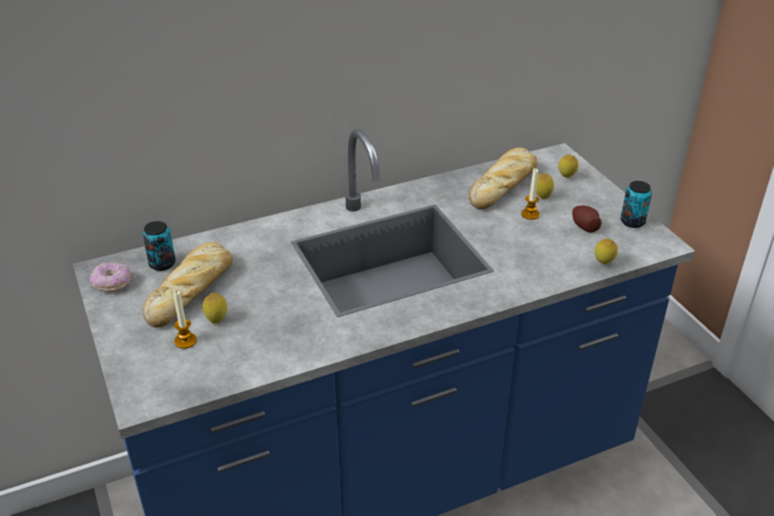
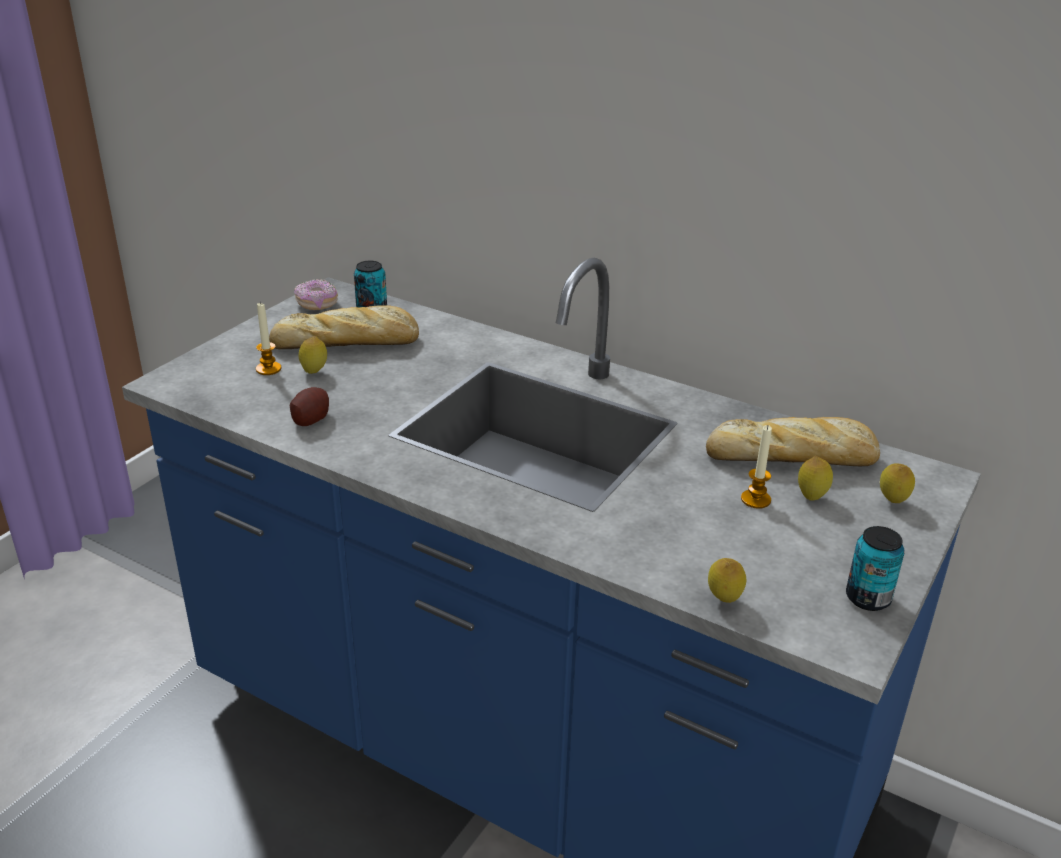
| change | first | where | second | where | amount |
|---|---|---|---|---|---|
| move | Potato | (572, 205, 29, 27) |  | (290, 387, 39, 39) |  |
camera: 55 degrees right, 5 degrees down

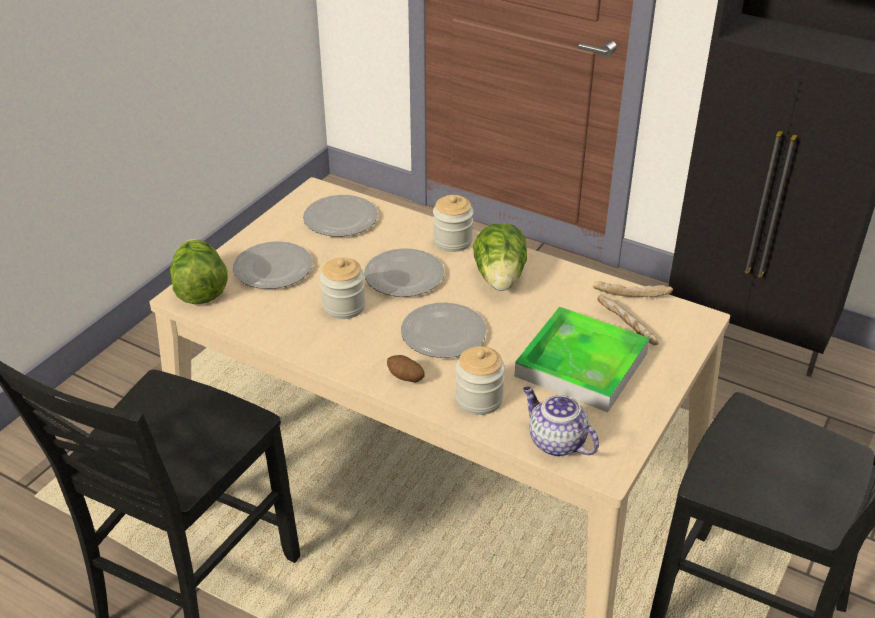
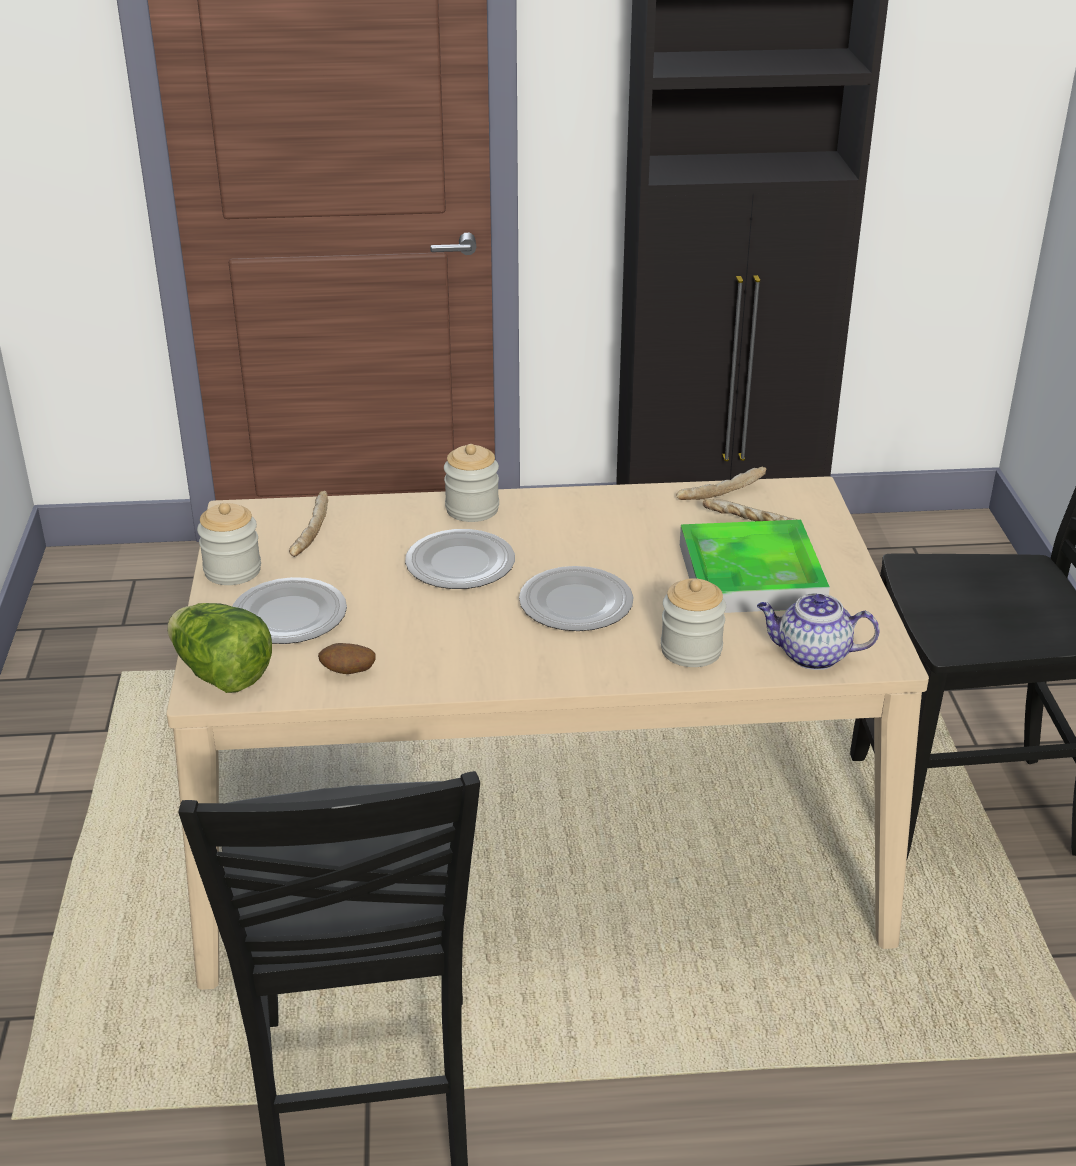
| change | first | where | second | where | amount |
|---|---|---|---|---|---|
| replace | DinnerPlate | (303, 195, 75, 42) | BakedBread | (289, 491, 40, 66) |  |
| move | StorageJar | (320, 257, 46, 62) |  | (197, 503, 64, 82) |  |
| move | Potato | (387, 355, 38, 28) |  | (318, 643, 58, 31) |  |
| delete | Lettuce | (473, 223, 54, 68) |  |  |  |
camera: 35 degrees left, 5 degrees down

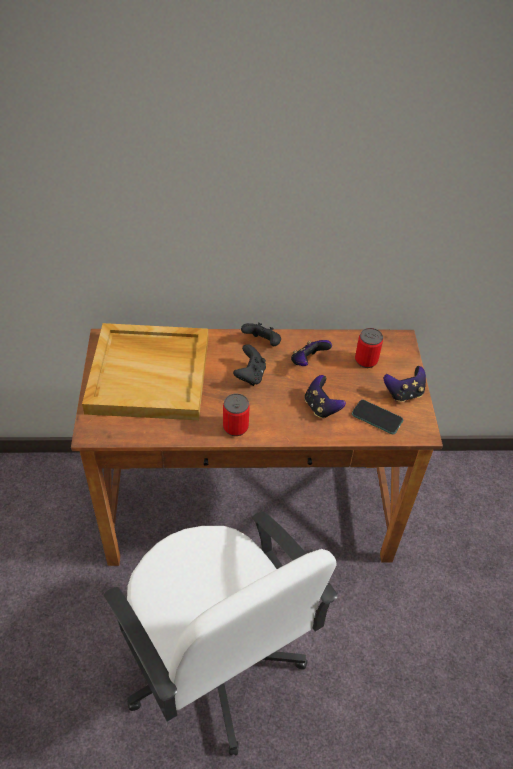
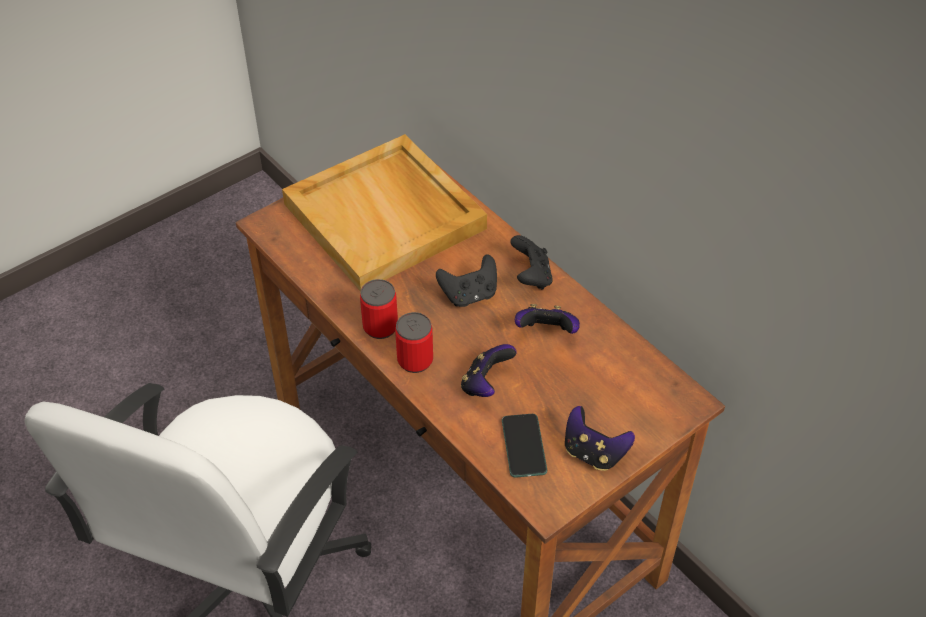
| change | first | where | second | where | amount |
|---|---|---|---|---|---|
| move | MetalCan | (355, 328, 28, 40) |  | (395, 312, 38, 61) |  |
camera: 55 degrees right, 0 degrees up

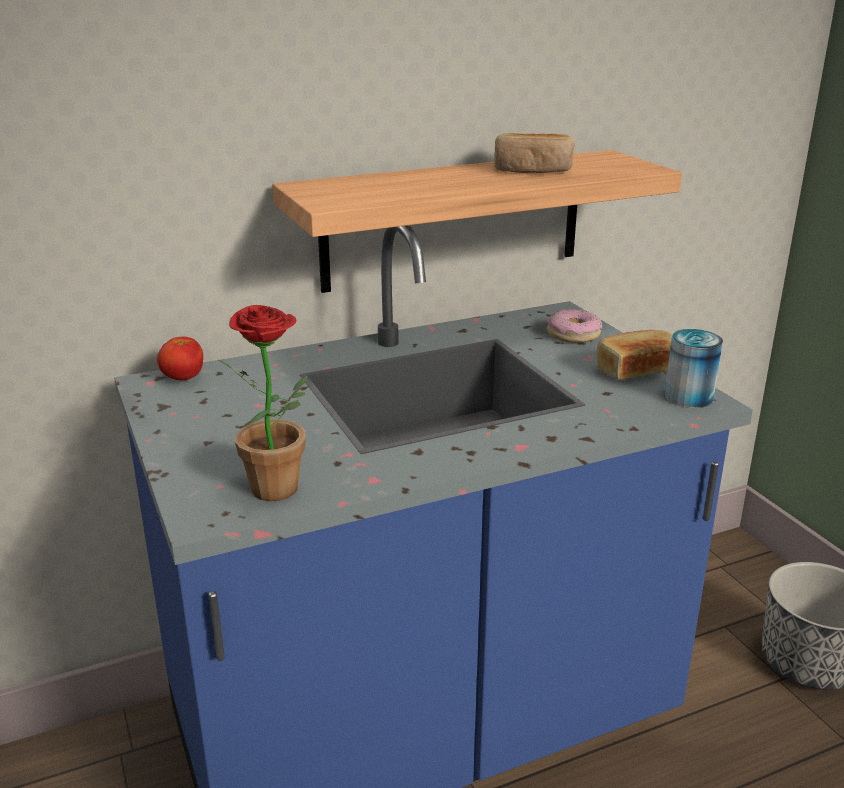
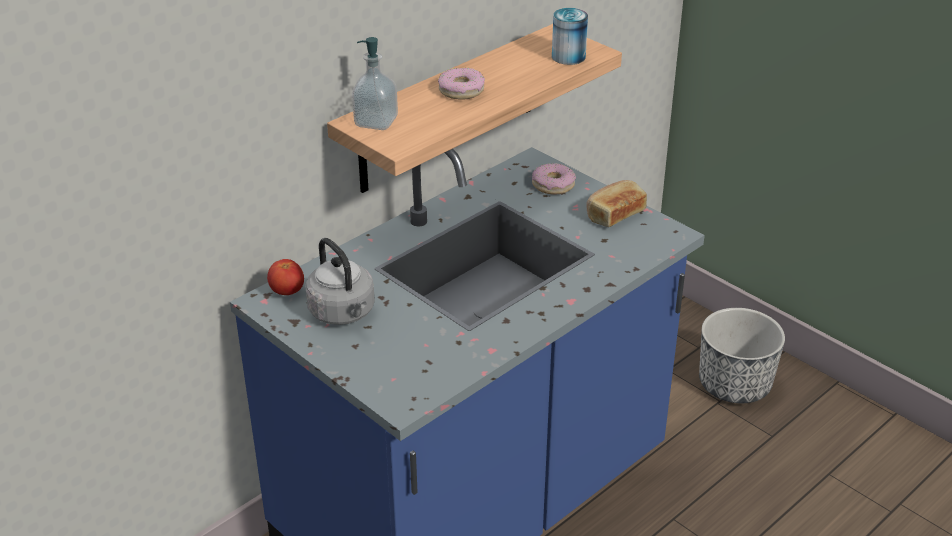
| change | first | where | second | where | amount |
|---|---|---|---|---|---|
| delete | PottedPlant | (217, 305, 91, 196) |  |  |  |
| delete | BakedBread | (494, 133, 81, 40) |  |  |  |
| move | MetalCan | (664, 329, 59, 79) |  | (552, 8, 36, 57) |  |
| insert |  |  | GreyWaterKettle | (305, 238, 70, 87) |  |
| insert |  |  | SoapBottle | (352, 37, 46, 93) |  |
| insert |  |  | RingDoughnut | (438, 68, 47, 32) |  |
camera: 20 degrees left, 10 degrees up

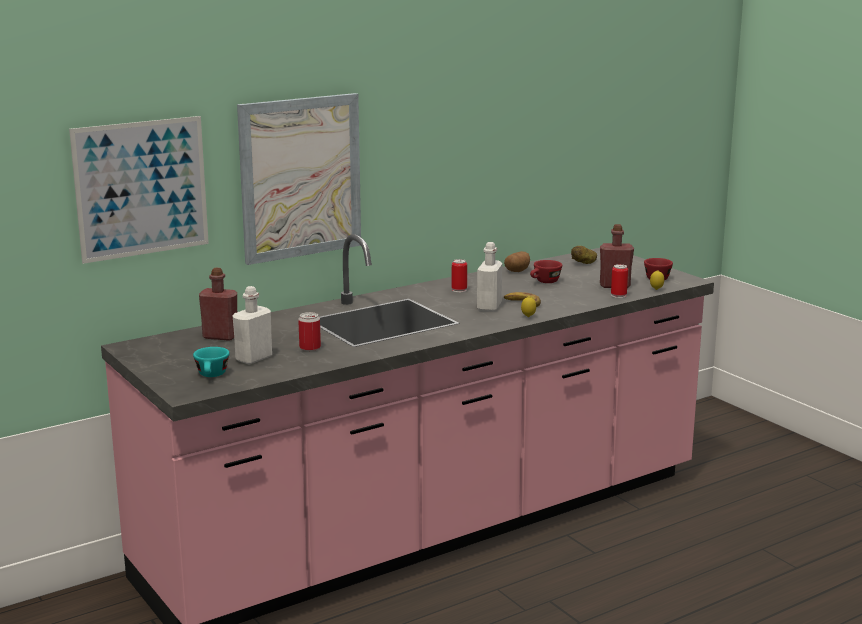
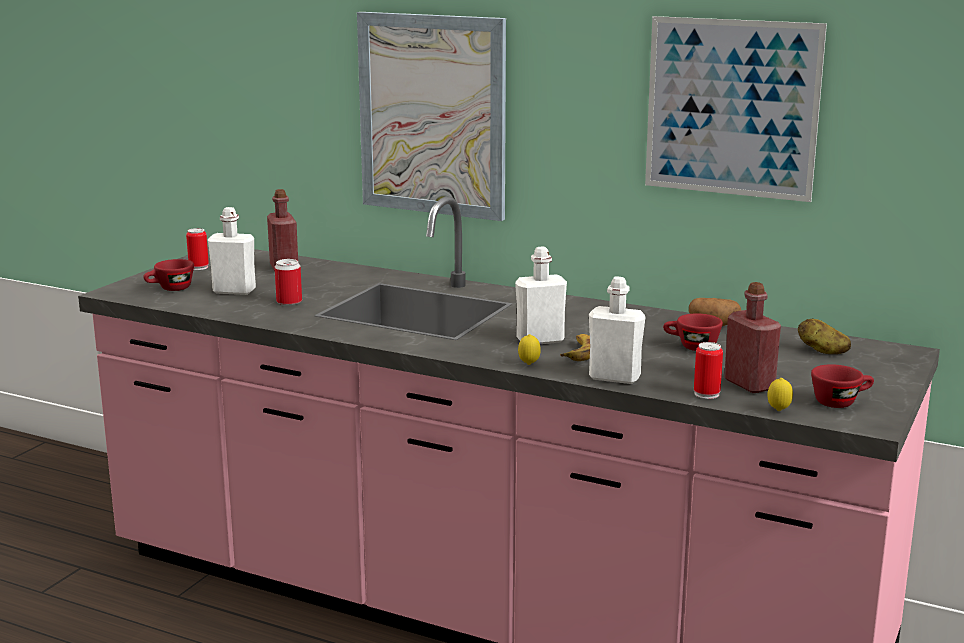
| change | first | where | second | where | amount |
|---|---|---|---|---|---|
| move | Picture | (69, 116, 140, 148) |  | (645, 16, 182, 186) |  |
| recolor | TurquoiseSmallCup | (193, 347, 36, 30) | RedSmallCup | (143, 259, 51, 32) |  |
| move | MetalCan | (452, 259, 15, 33) |  | (186, 228, 23, 42) |  |
| insert |  |  | WhiteColouredBeverageBottle | (589, 276, 57, 108) |  |
camera: 60 degrees right, 0 degrees up

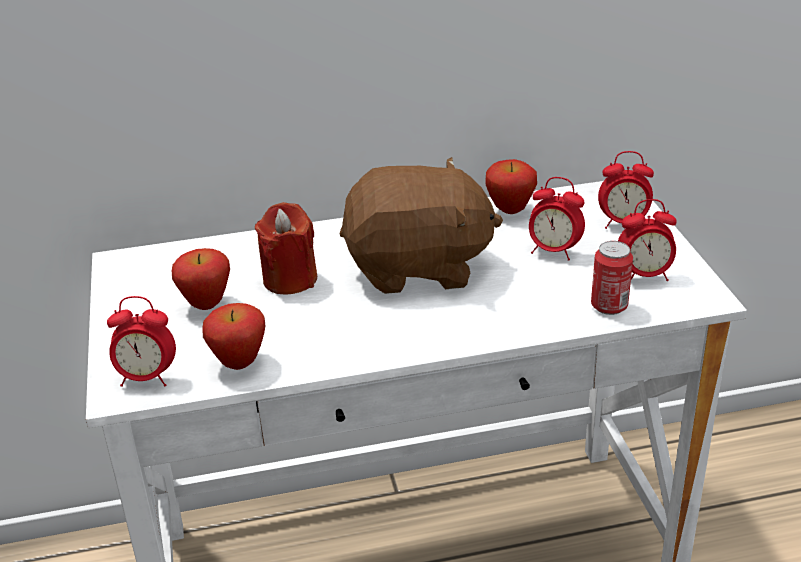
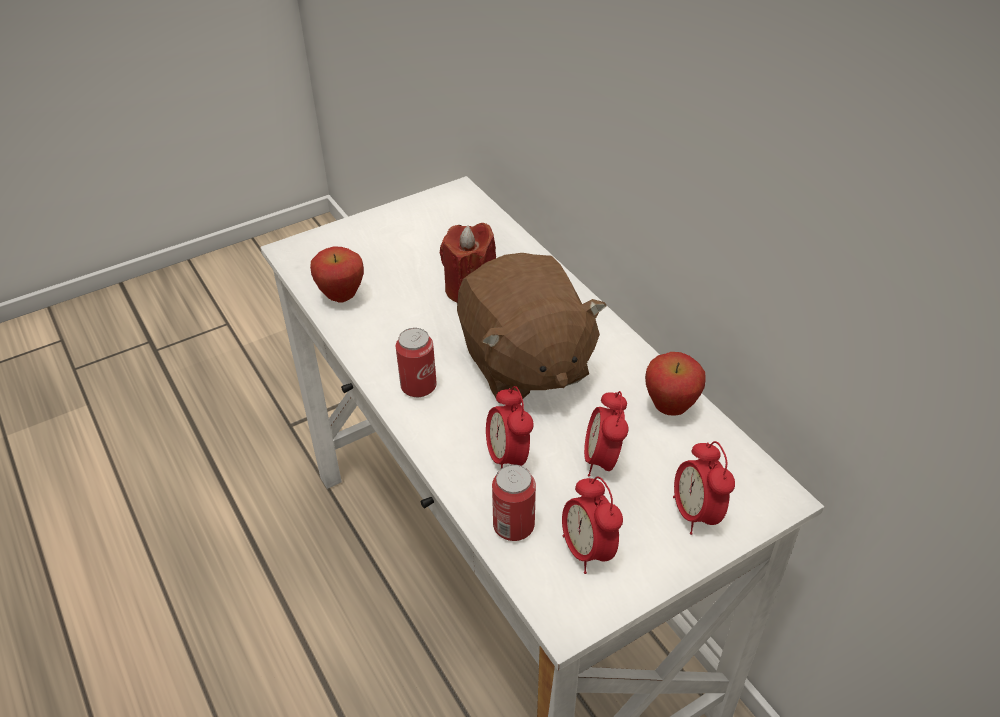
| change | first | where | second | where | amount |
|---|---|---|---|---|---|
| move | AlarmClock | (107, 296, 69, 91) |  | (486, 386, 48, 82) |  |
| delete | WholeApple | (172, 248, 58, 62) |  |  |  |
| insert |  |  | MetalCan | (396, 328, 41, 69) |  |
camera: 70 degrees right, 10 degrees up

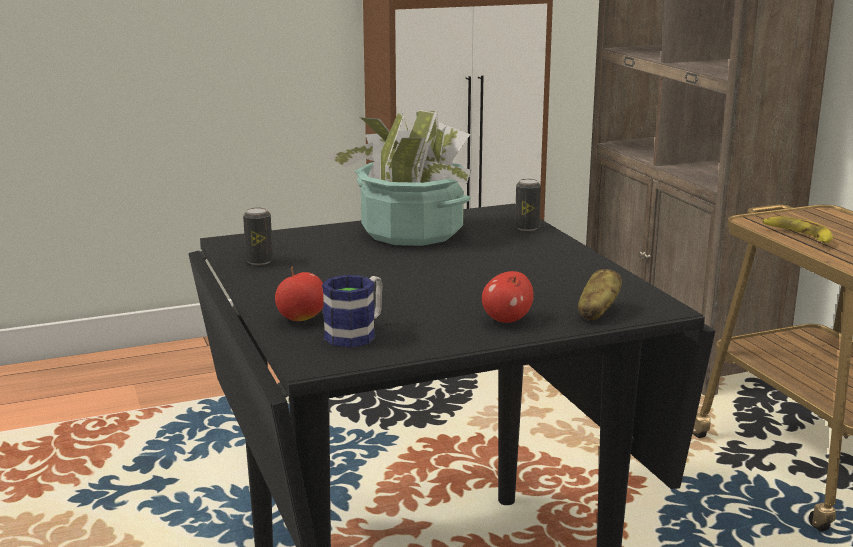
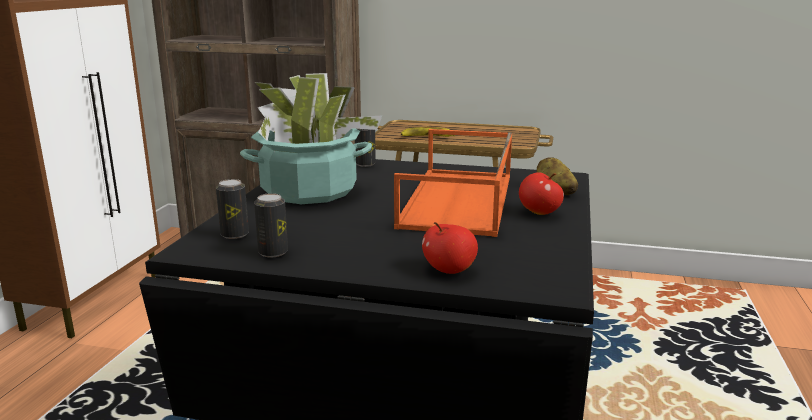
| change | first | where | second | where | amount |
|---|---|---|---|---|---|
| delete | Mug | (322, 275, 61, 73) |  |  |  |
| insert |  |  | MetalCan | (216, 179, 33, 60) |  |
| insert |  |  | OrangeyCarryingTray | (394, 129, 118, 108) |  |
camera: 55 degrees left, 0 degrees up

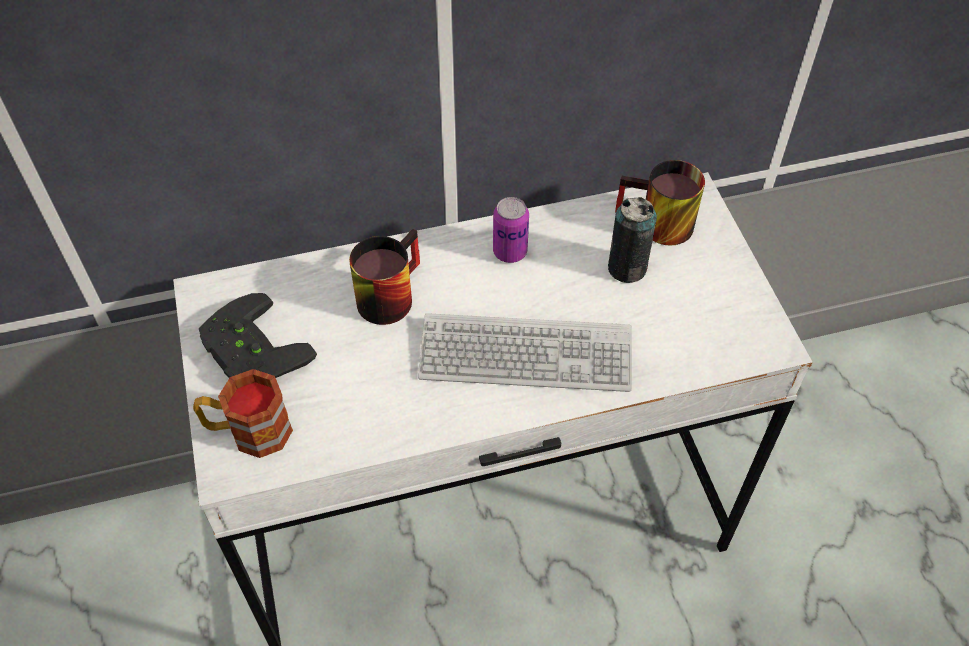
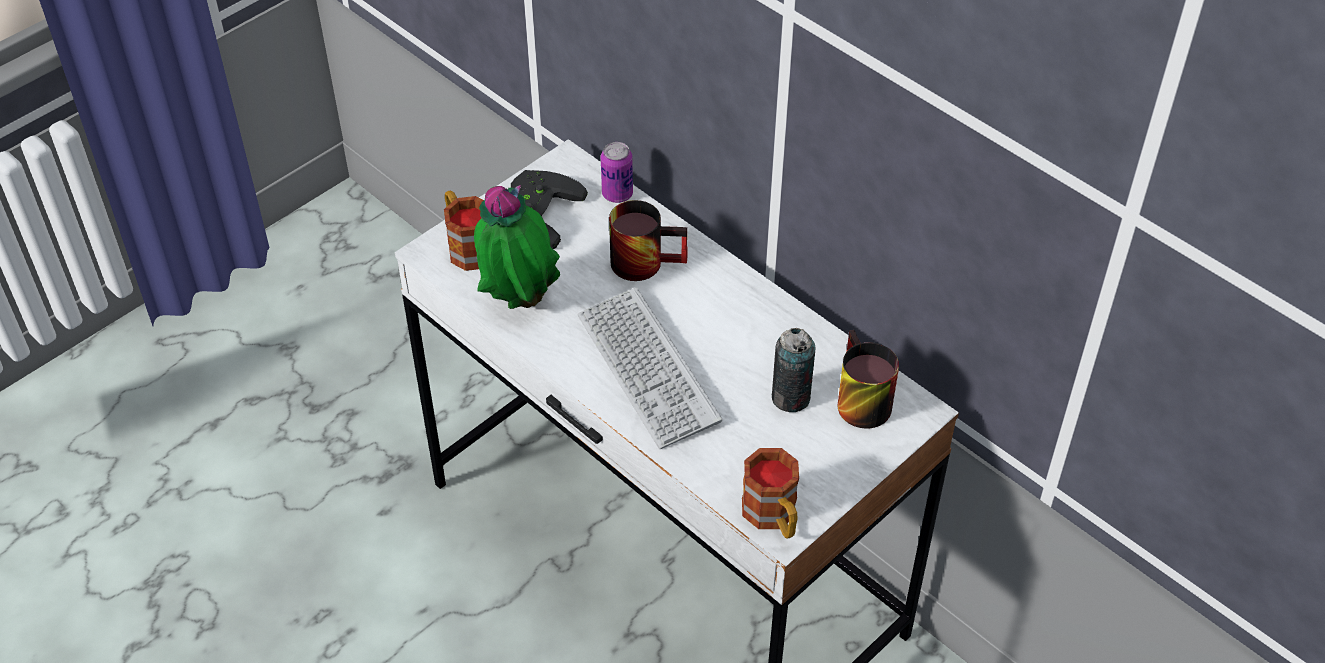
| change | first | where | second | where | amount |
|---|---|---|---|---|---|
| move | MetalCan | (493, 197, 36, 66) |  | (601, 142, 32, 61) |  |
| insert |  |  | PottedPlant | (474, 185, 86, 124) |  |
| insert |  |  | Mug | (742, 448, 57, 91) |  |
camera: 60 degrees right, 5 degrees down

